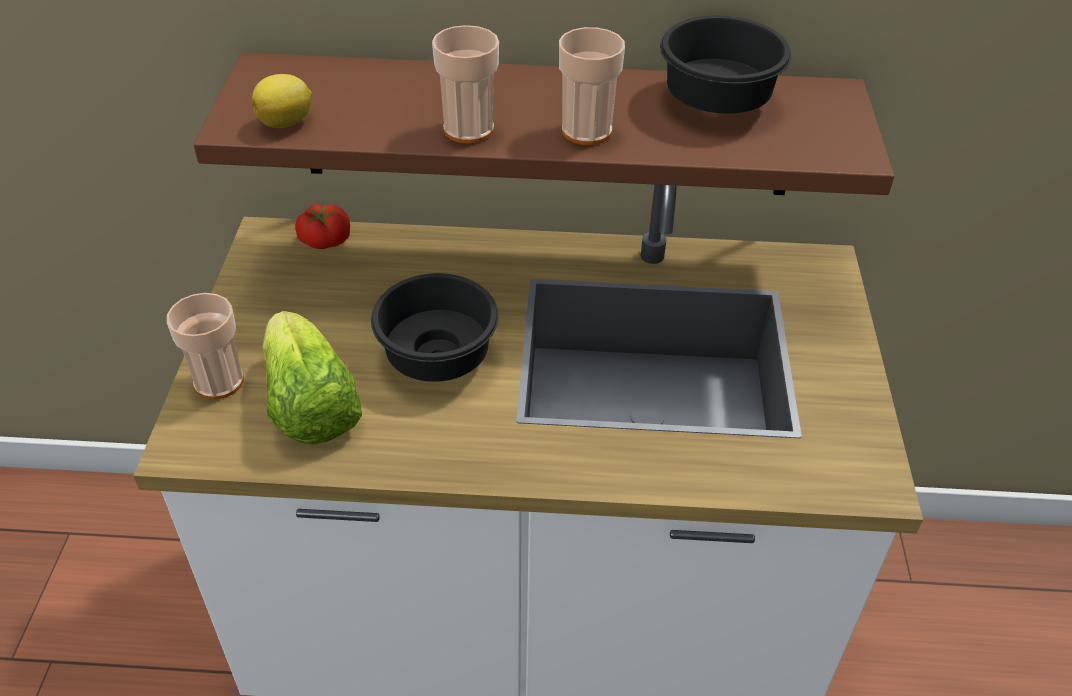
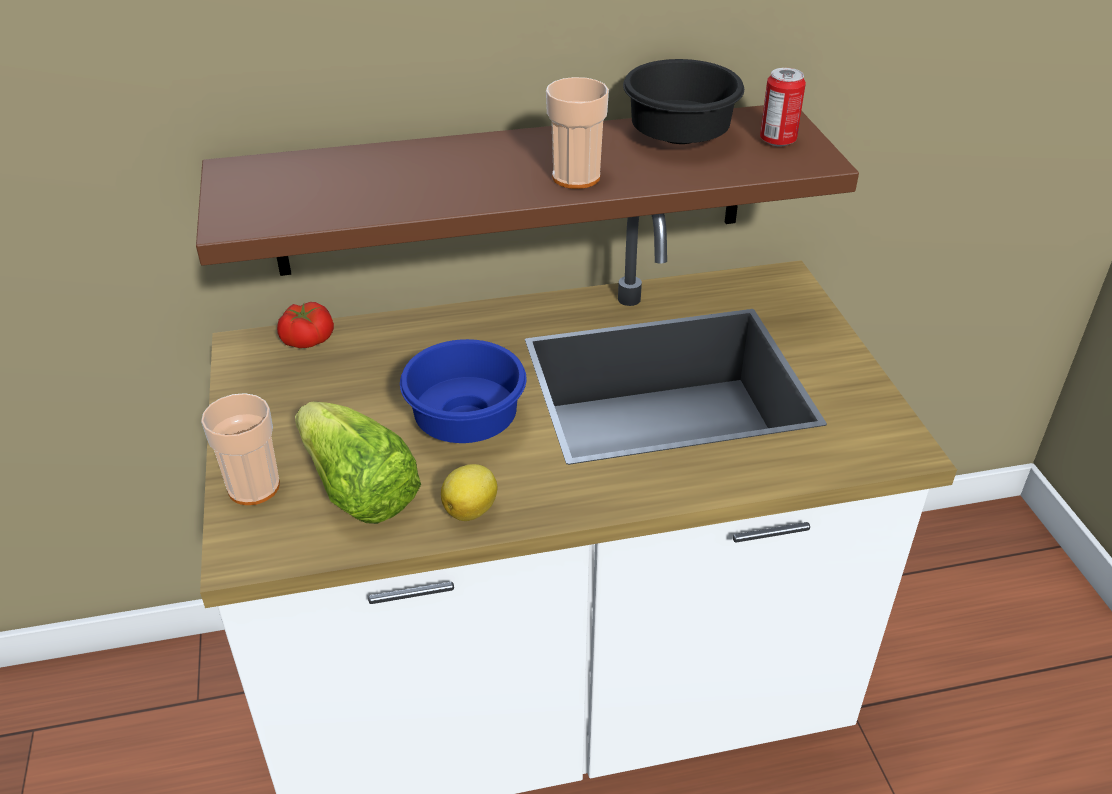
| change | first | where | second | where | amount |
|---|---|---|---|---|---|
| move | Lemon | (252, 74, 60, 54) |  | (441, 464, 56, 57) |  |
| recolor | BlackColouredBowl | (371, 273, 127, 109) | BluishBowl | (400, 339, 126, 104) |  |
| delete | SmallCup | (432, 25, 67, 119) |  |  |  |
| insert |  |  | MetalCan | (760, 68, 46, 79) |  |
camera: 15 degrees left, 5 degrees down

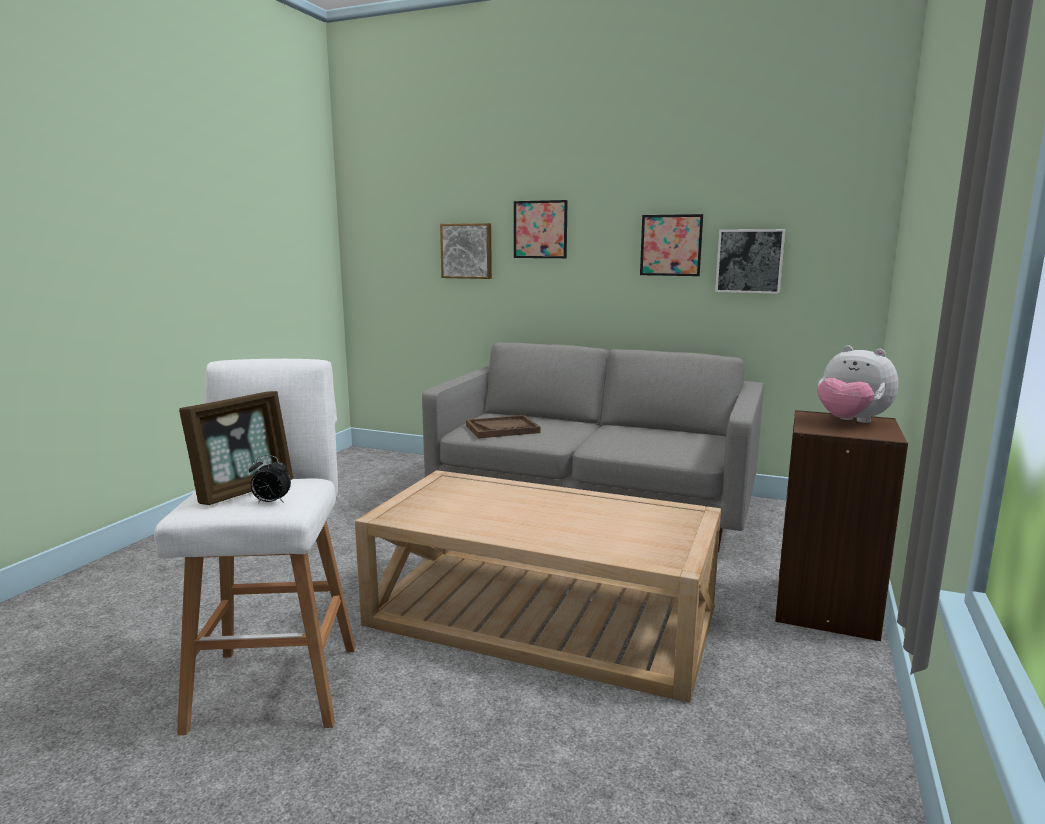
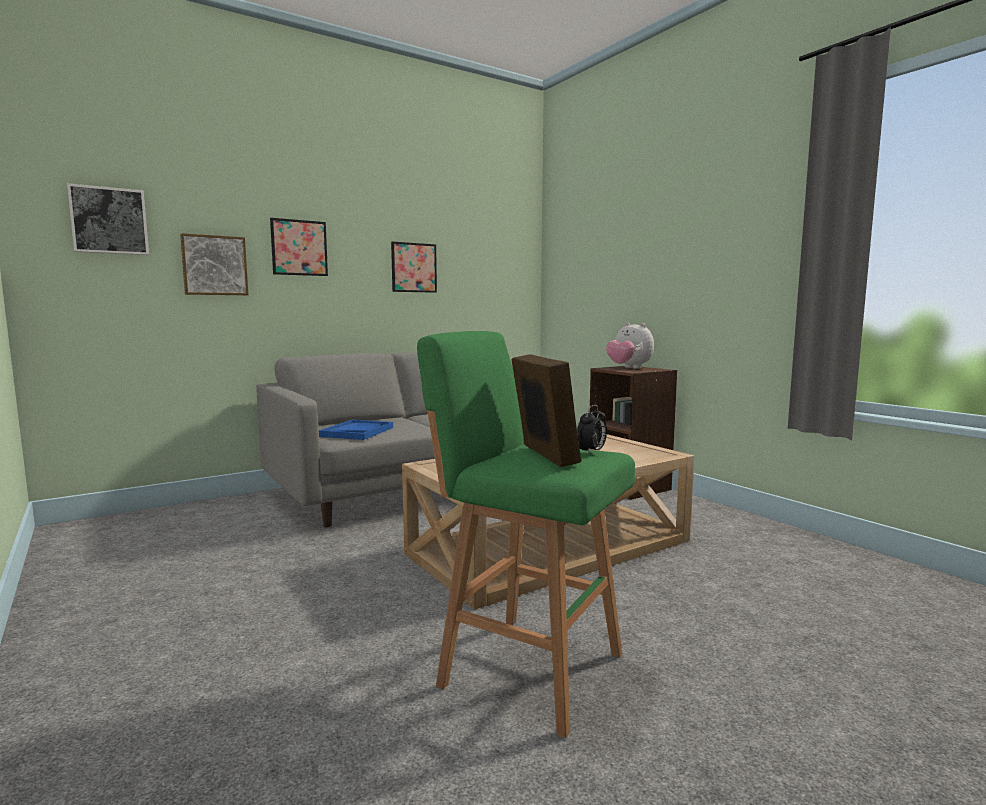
| change | first | where | second | where | amount |
|---|---|---|---|---|---|
| recolor | WhiteColouredStool | (154, 359, 202, 376) | GreenishStool | (417, 331, 218, 407) |  |
| recolor | BrownColouredCarryingTray | (466, 415, 75, 24) | BluishCarryingTray | (319, 420, 74, 20) |  |
| move | Picture | (715, 229, 70, 65) |  | (67, 183, 82, 72) |  |
| rotate | SoftToy | (817, 345, 82, 78) |  | (606, 322, 48, 46) | 60 degrees clockwise |
camera: 55 degrees left, 5 degrees down

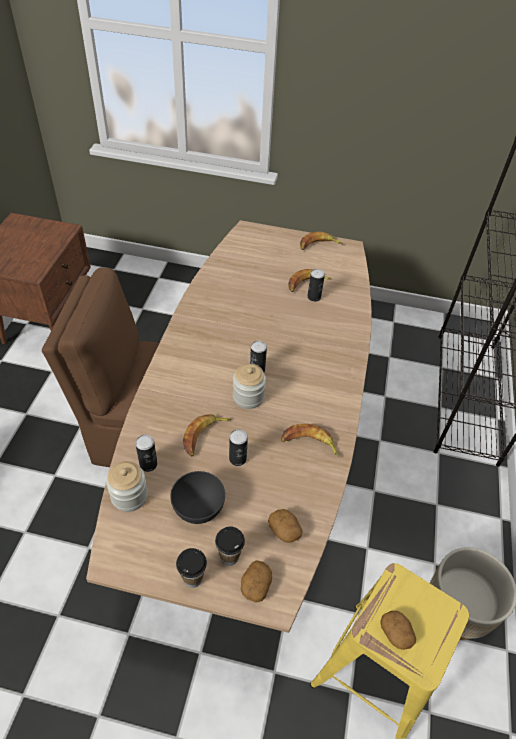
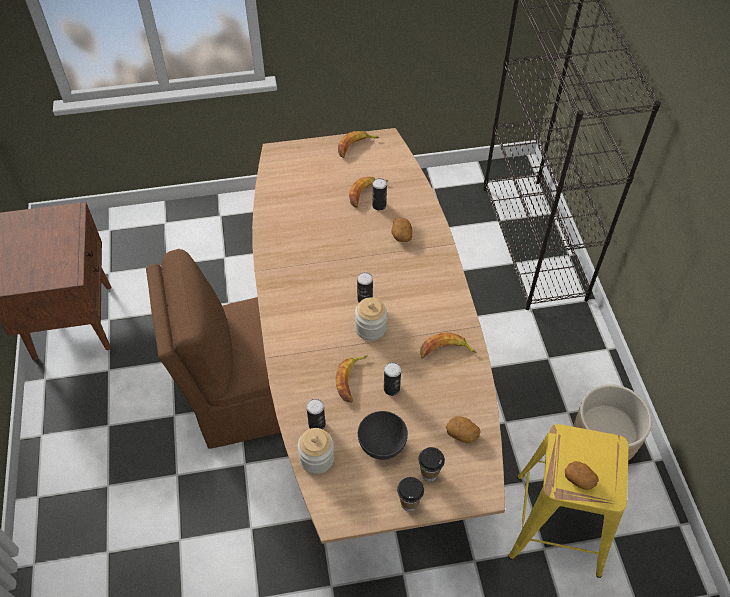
| change | first | where | second | where | amount |
|---|---|---|---|---|---|
| move | Potato | (241, 560, 31, 42) |  | (392, 218, 20, 24) |  |
camera: 20 degrees left, 5 degrees up

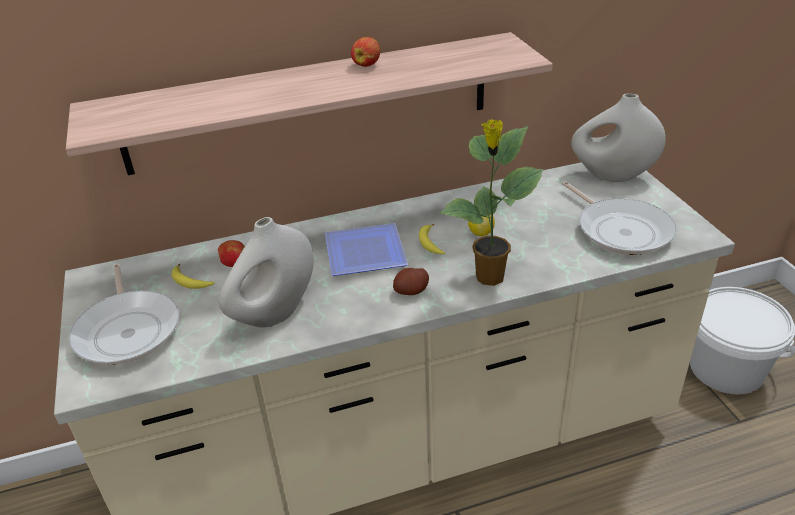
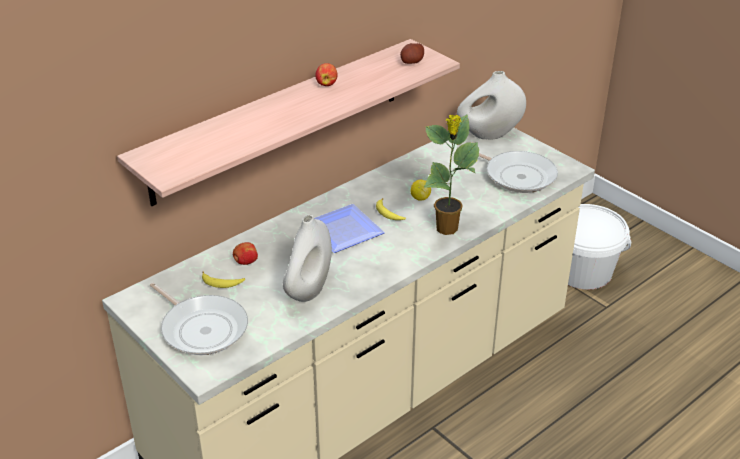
| change | first | where | second | where | amount |
|---|---|---|---|---|---|
| move | Potato | (393, 268, 36, 27) |  | (400, 43, 24, 21) |  |
camera: 25 degrees left, 0 degrees up

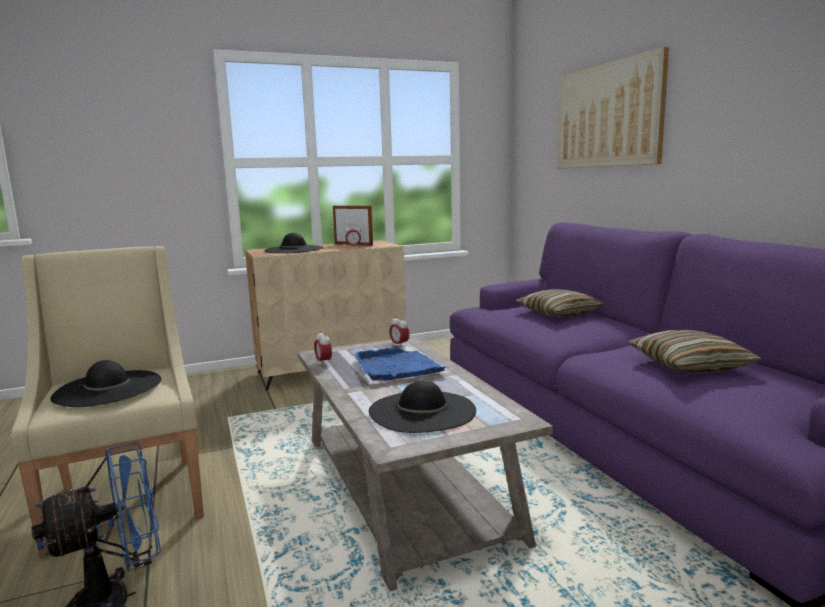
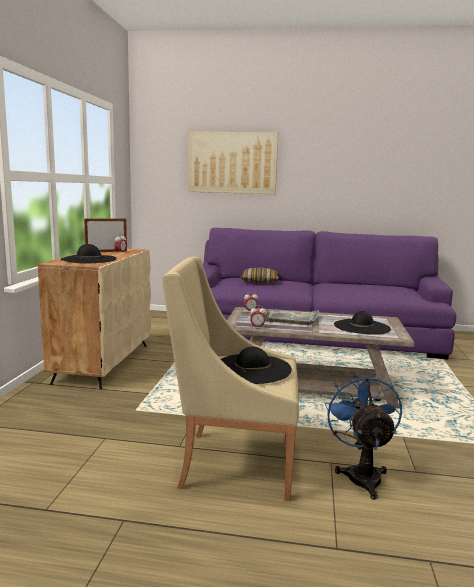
| change | first | where | second | where | amount |
|---|---|---|---|---|---|
| recolor | BluishCarryingTray | (355, 348, 92, 33) | GreyCarryingTray | (265, 310, 54, 15) |  |
| delete | Cushion | (629, 330, 134, 43) |  |  |  |
camera: 60 degrees left, 0 degrees up

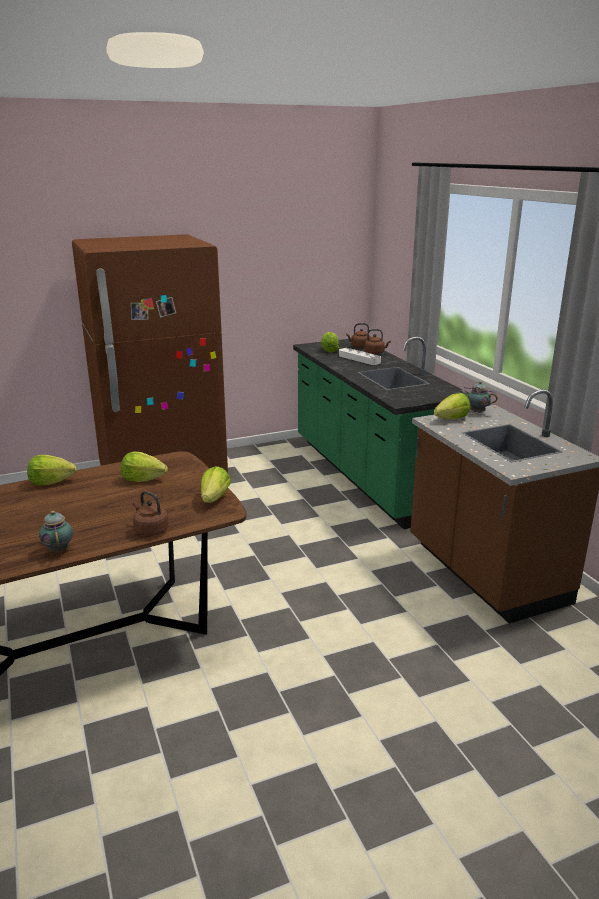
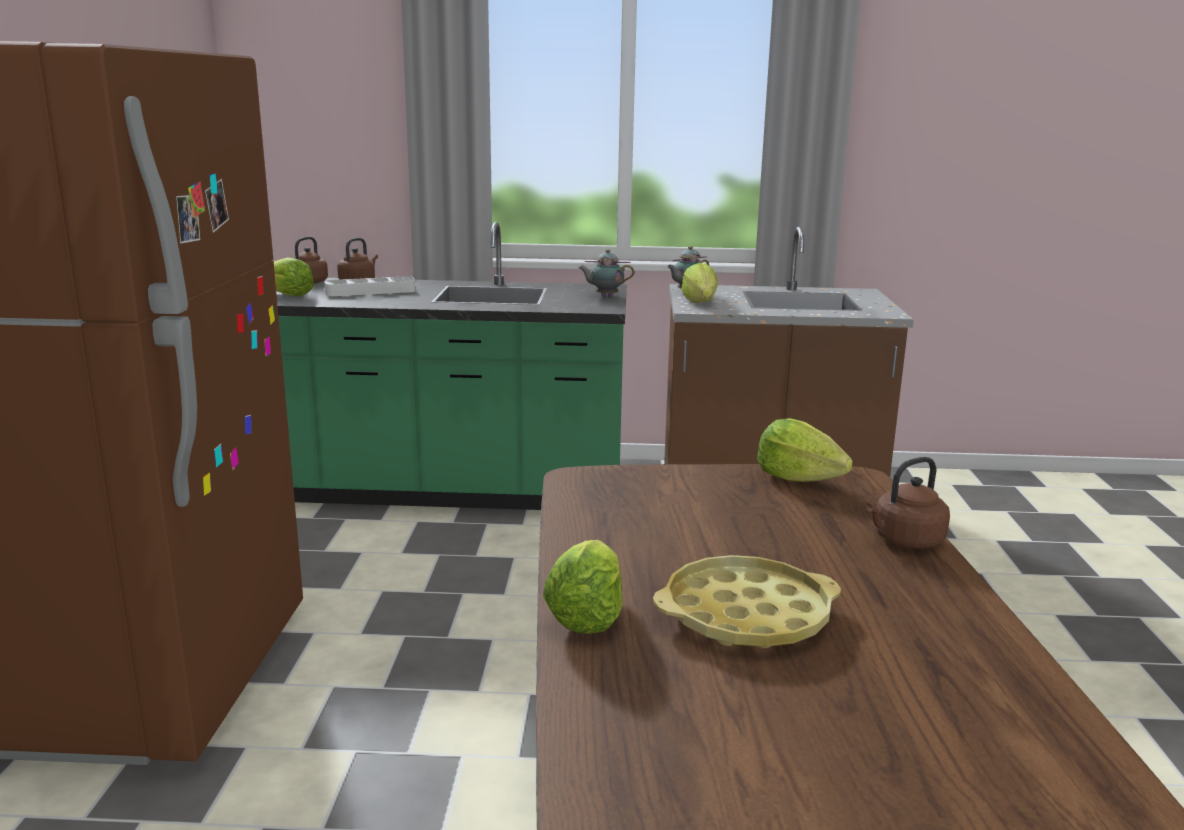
| change | first | where | second | where | amount |
|---|---|---|---|---|---|
| move | Teapot | (39, 511, 34, 42) |  | (579, 249, 55, 48) |  |
| delete | Lettuce | (121, 451, 47, 31) |  |  |  |
| insert |  |  | YellowCarryingTray | (653, 555, 188, 93) |  |
camera: 65 degrees left, 5 degrees down

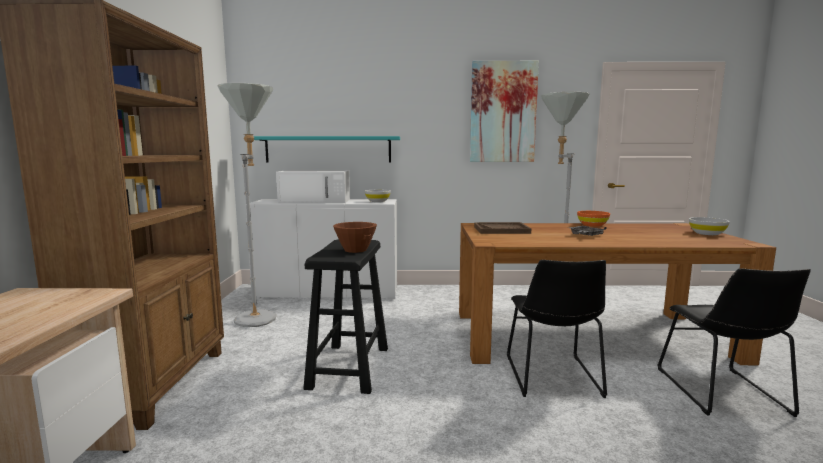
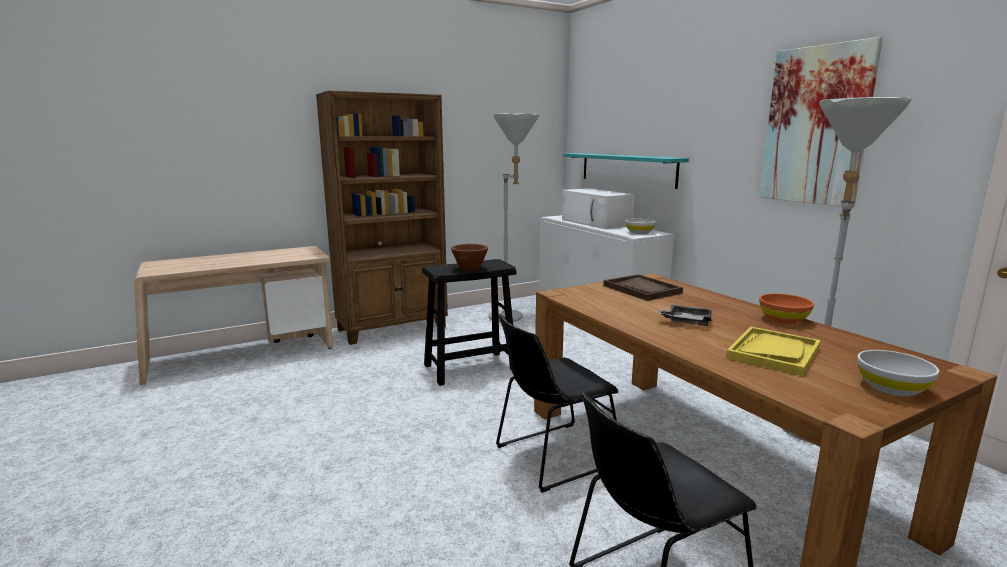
| change | first | where | second | where | amount |
|---|---|---|---|---|---|
| insert |  |  | YellowCarryingTray | (726, 327, 95, 49) |  |
camera: 60 degrees right, 5 degrees up

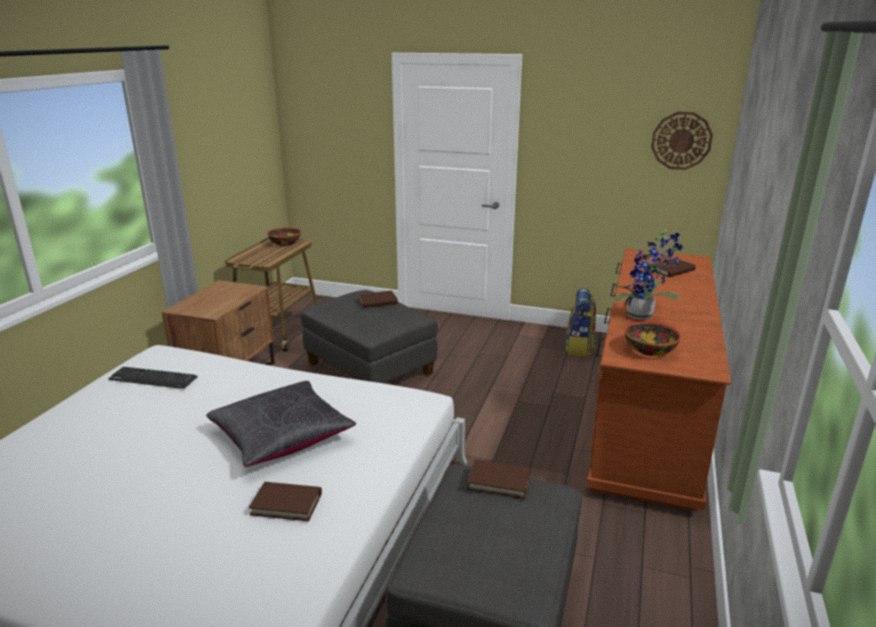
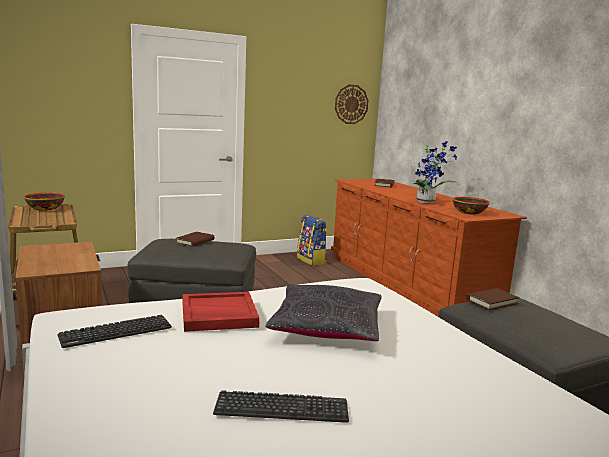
| change | first | where | second | where | amount |
|---|---|---|---|---|---|
| delete | BrownColouredVolume | (249, 482, 73, 39) |  |  |  |
| insert |  |  | RedCarryingTray | (182, 292, 78, 40) |  |
| insert |  |  | ComputerKeyboard | (213, 390, 136, 33) |  |
camera: 45 degrees left, 10 degrees down

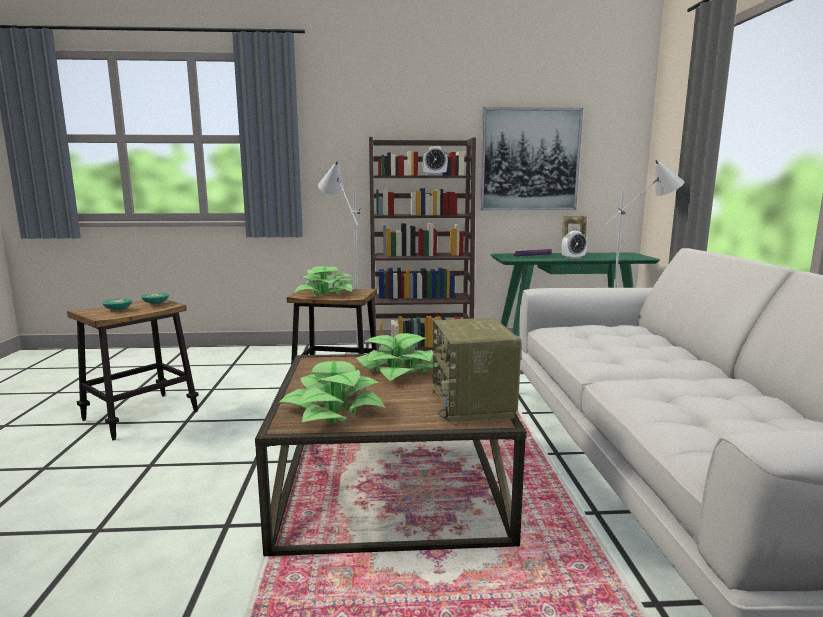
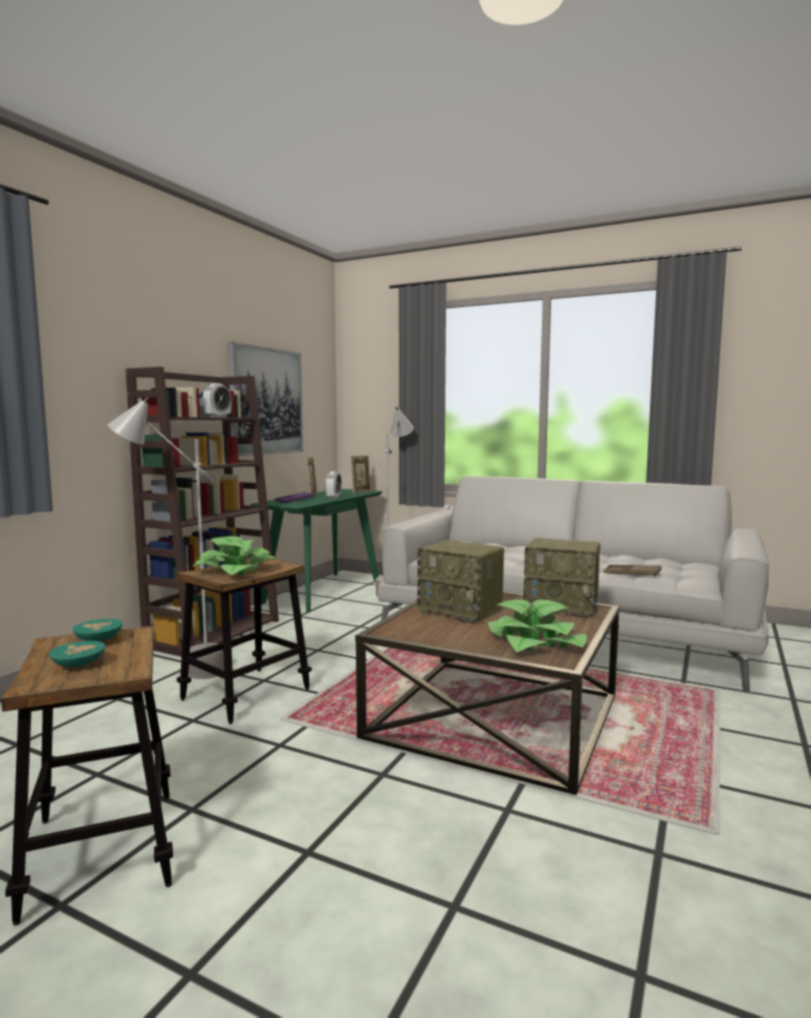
| change | first | where | second | where | amount |
|---|---|---|---|---|---|
| replace | PottedPlant | (357, 333, 81, 48) | Radio | (417, 540, 87, 84) |  |
| insert |  |  | PhotoFrame | (350, 456, 21, 37) |  |
| insert |  |  | BrownColouredCarryingTray | (604, 565, 57, 11) |  |
camera: 60 degrees left, 5 degrees down

